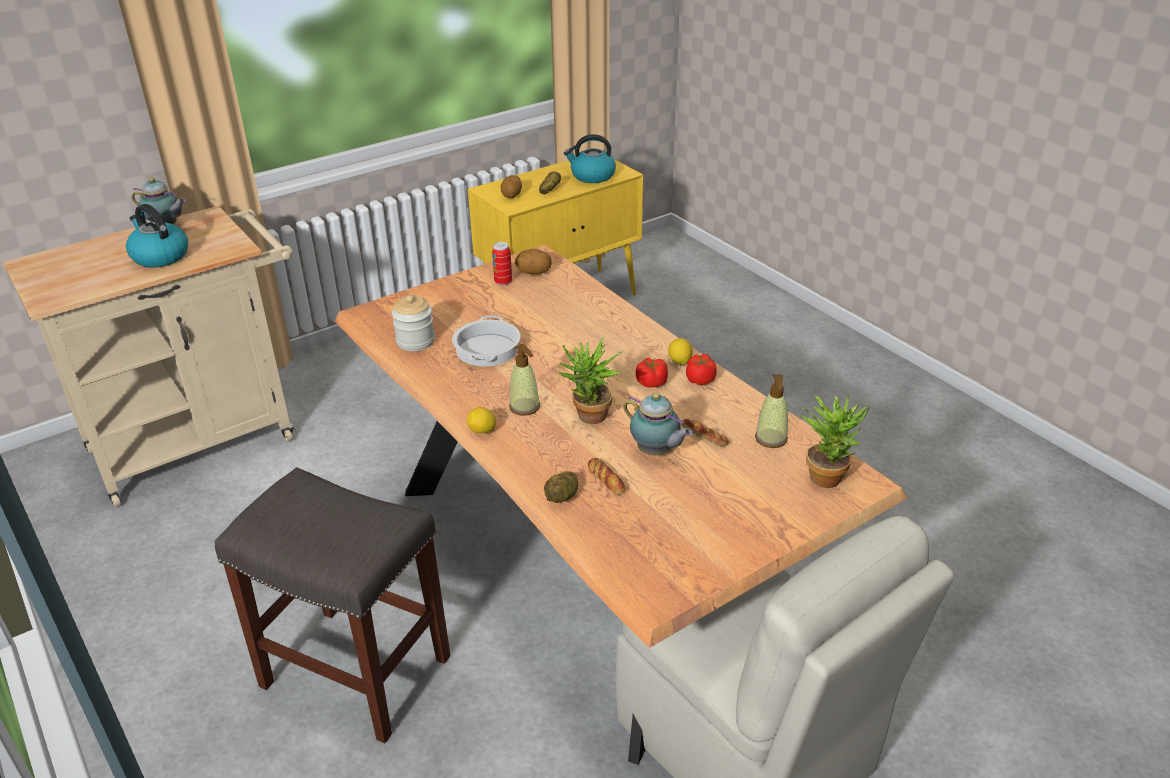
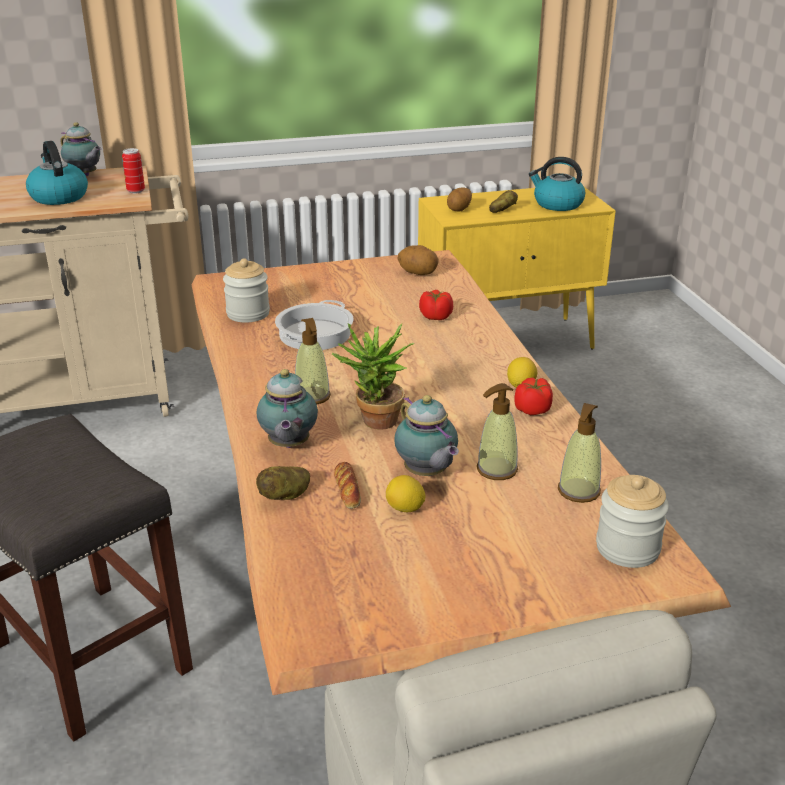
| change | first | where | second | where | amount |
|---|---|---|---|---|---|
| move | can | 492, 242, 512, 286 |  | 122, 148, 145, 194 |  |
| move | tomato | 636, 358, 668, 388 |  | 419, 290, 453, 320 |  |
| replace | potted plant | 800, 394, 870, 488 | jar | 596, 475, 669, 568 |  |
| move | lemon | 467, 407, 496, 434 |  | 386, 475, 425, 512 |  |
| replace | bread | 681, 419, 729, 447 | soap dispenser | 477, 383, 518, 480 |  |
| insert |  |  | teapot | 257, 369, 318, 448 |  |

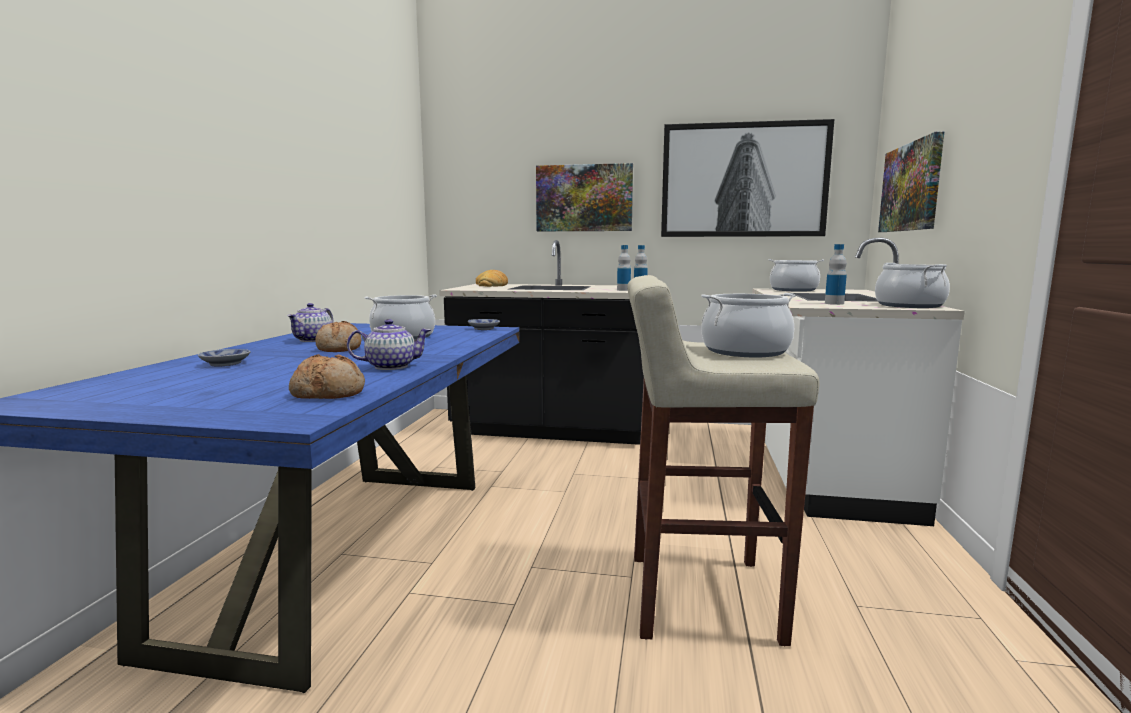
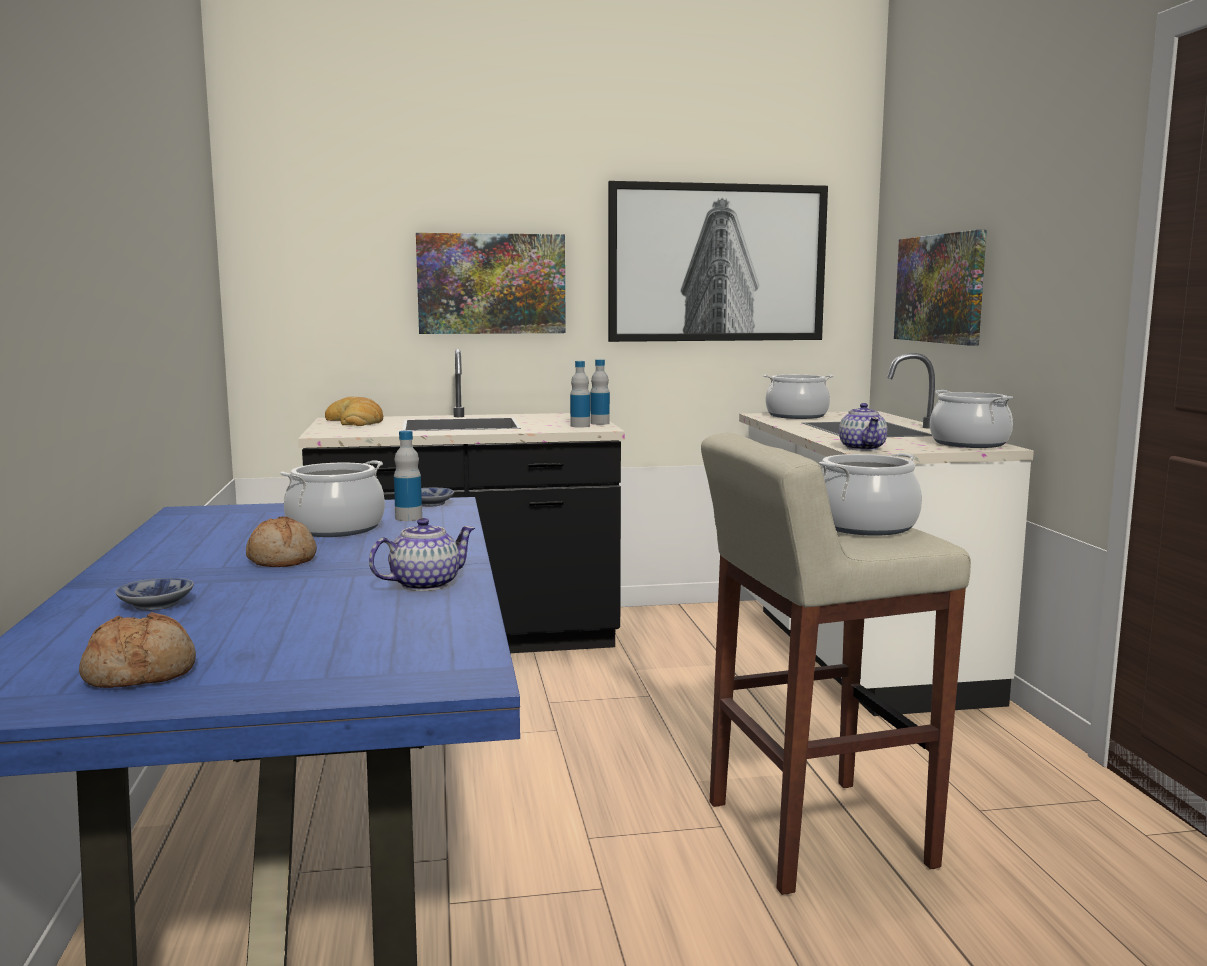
| change | first | where | second | where | amount |
|---|---|---|---|---|---|
| move | bottle | 825, 244, 847, 305 |  | 394, 431, 422, 521 |  |
| move | teapot | 287, 303, 333, 342 |  | 839, 403, 887, 451 |  |
| move | bread | 289, 354, 365, 399 |  | 79, 612, 196, 688 |  |

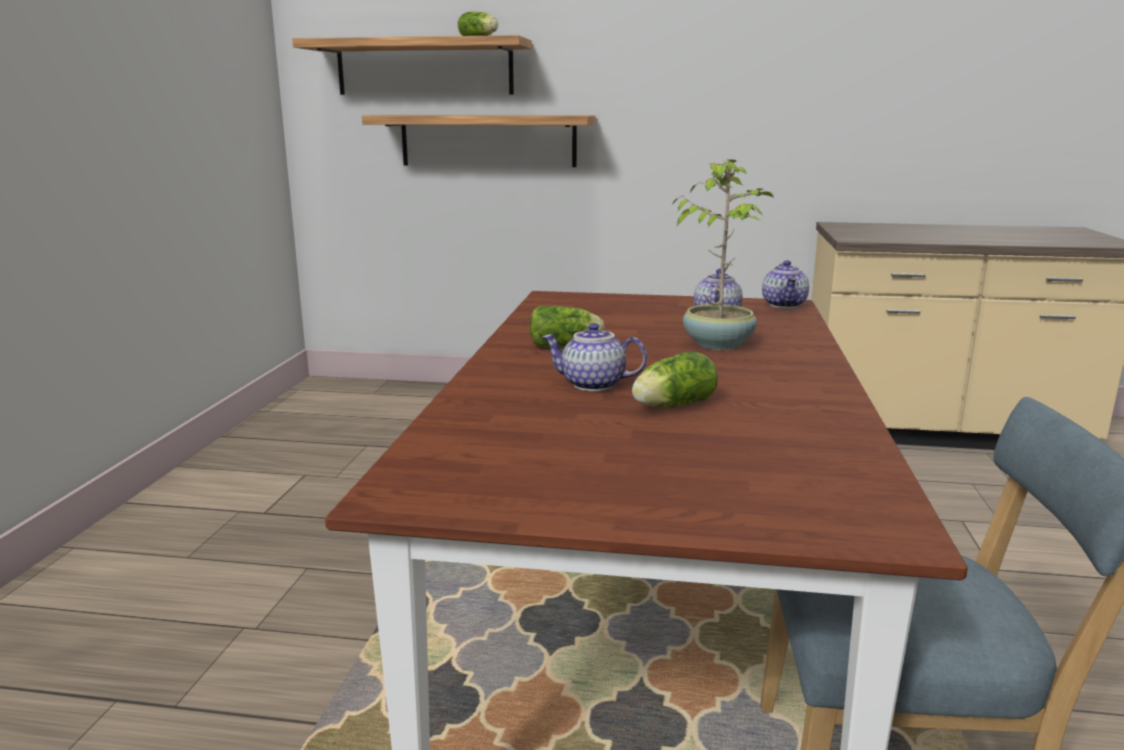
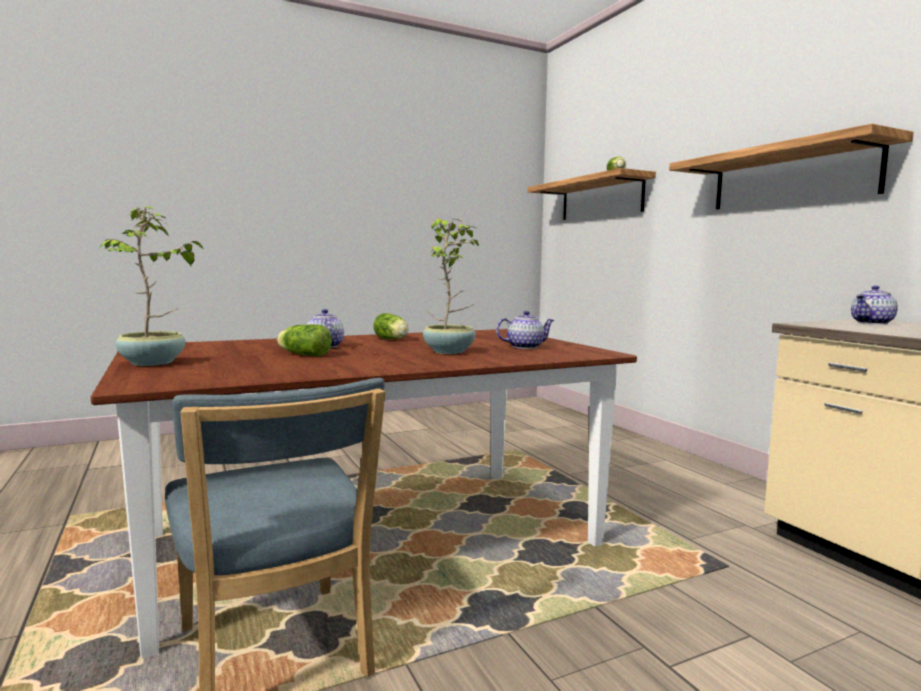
| change | first | where | second | where | amount |
|---|---|---|---|---|---|
| move | shelf | 362, 115, 596, 167 |  | 669, 124, 914, 209 |  |
| move | teapot | 762, 260, 809, 308 |  | 851, 286, 898, 325 |  |
| insert |  |  | potted plant | 100, 206, 203, 366 |  |

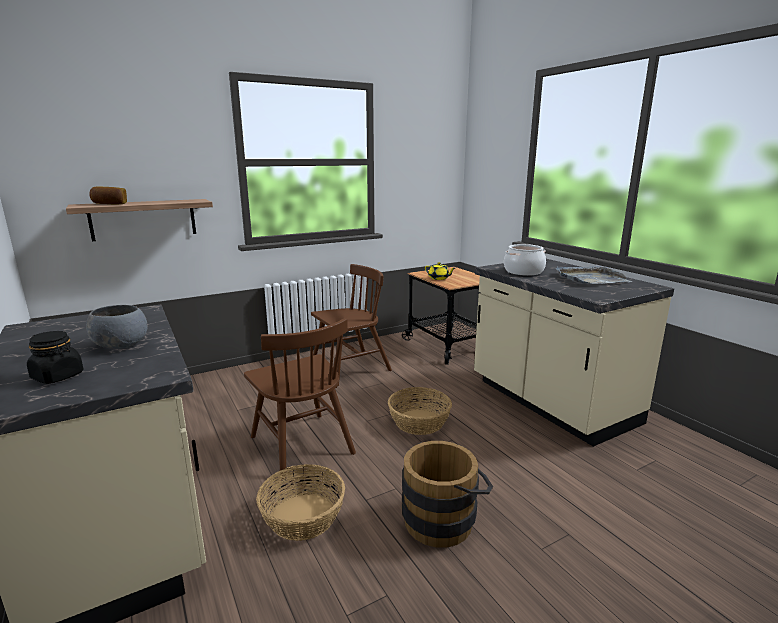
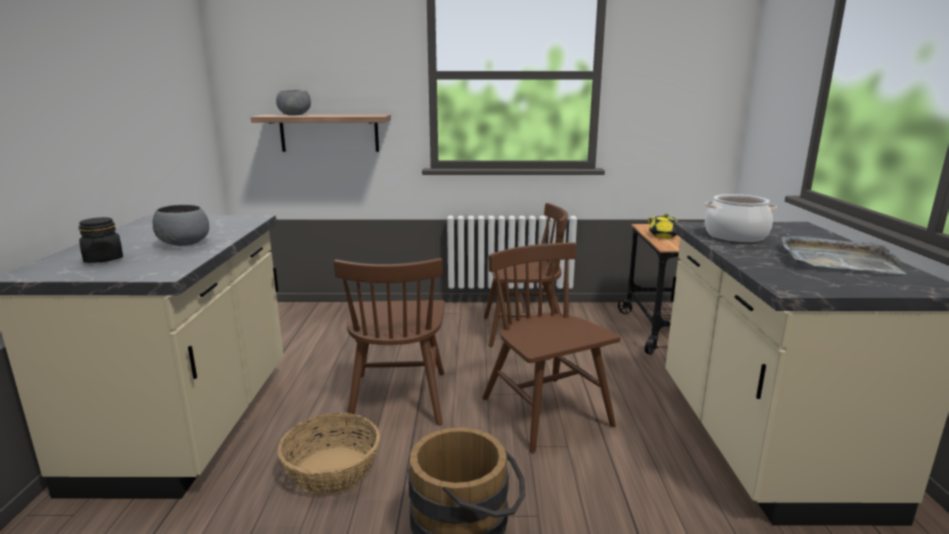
| change | first | where | second | where | amount |
|---|---|---|---|---|---|
| replace | bread | 89, 186, 127, 204 | bowl/grey | 276, 90, 311, 115 |  |
| replace | basket | 388, 387, 452, 435 | chair/brown | 482, 243, 621, 453 |  |

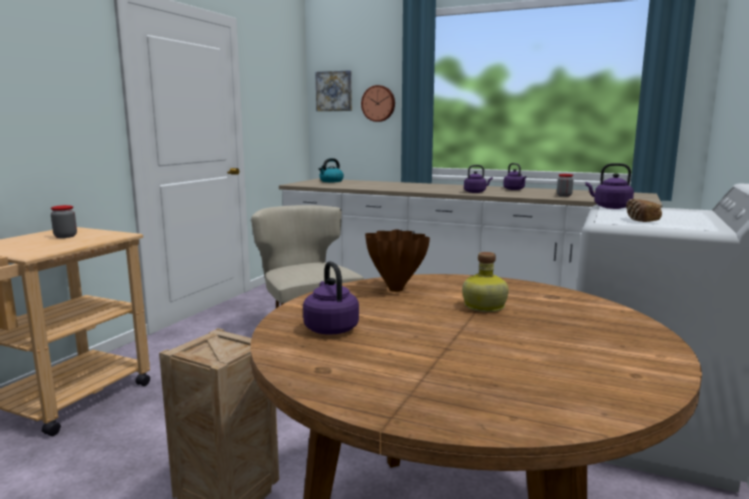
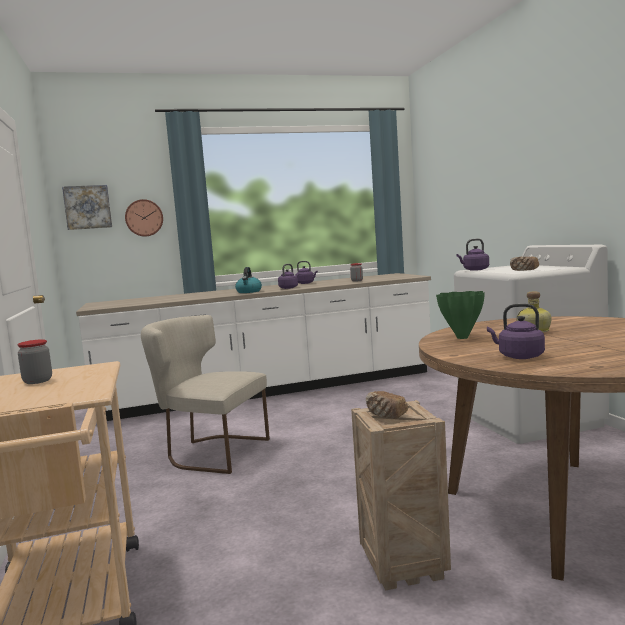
| change | first | where | second | where | amount |
|---|---|---|---|---|---|
| move | kettle | 319, 158, 344, 182 |  | 235, 267, 262, 293 |  |
| recolor | vase/brown | 365, 229, 430, 292 | vase/green | 436, 291, 485, 339 |  |
| insert |  |  | bread | 366, 391, 408, 419 |  |

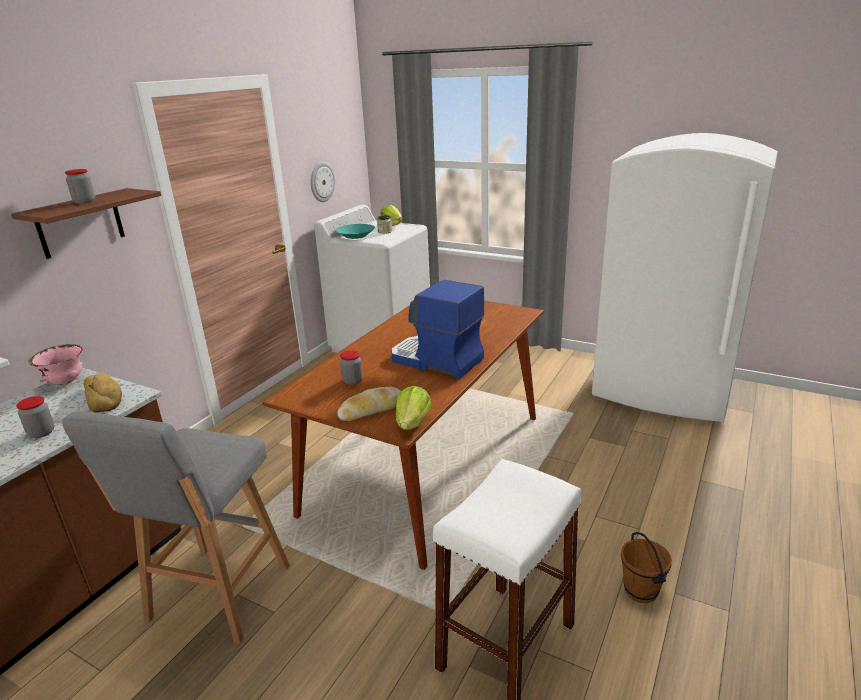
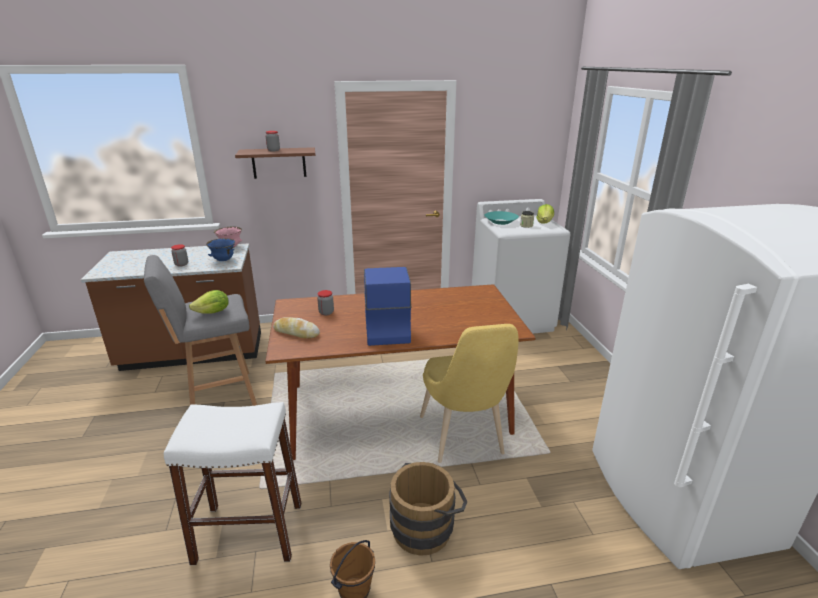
| change | first | where | second | where | amount |
|---|---|---|---|---|---|
| delete | wall clock | 311, 162, 335, 202 |  |  |  |
| replace | bread | 84, 372, 122, 413 | bowl/blue | 206, 238, 235, 261 |  |
| move | lettuce | 396, 386, 431, 430 |  | 189, 290, 229, 314 |  |
| insert |  |  | chair/yellow | 420, 324, 519, 463 |  |
| insert |  |  | bucket/brown | 389, 462, 467, 556 |  |

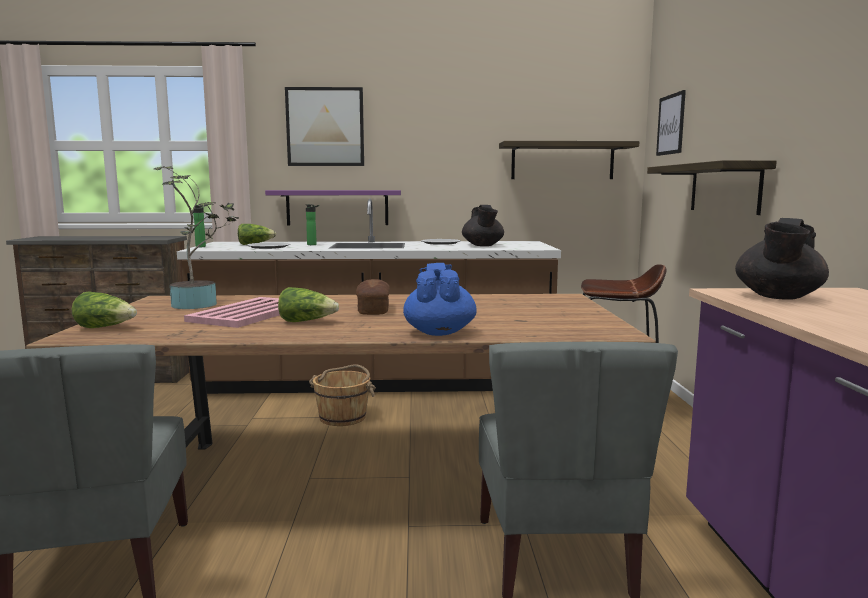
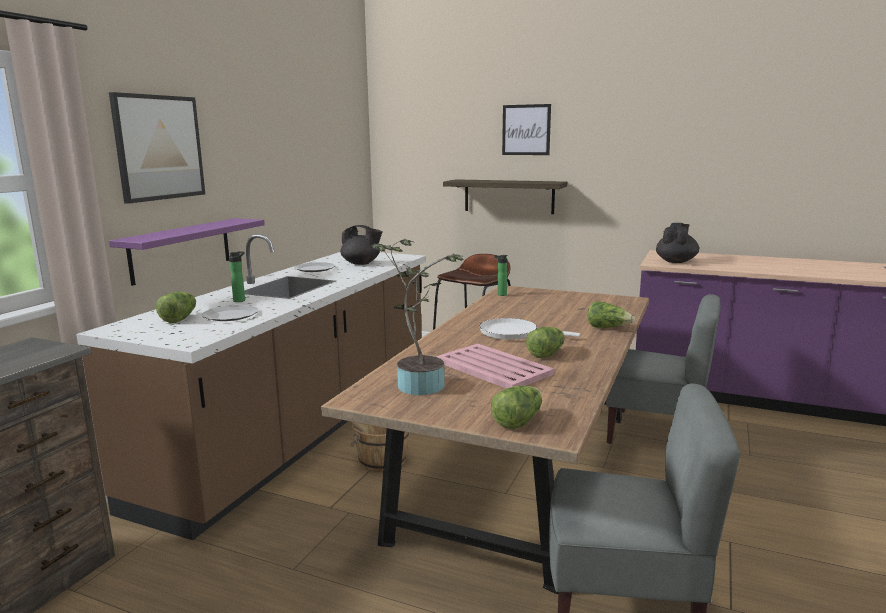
| change | first | where | second | where | amount |
|---|---|---|---|---|---|
| move | picture | 656, 90, 686, 156 |  | 502, 104, 551, 155 |  |
| delete | shelf | 499, 141, 639, 179 |  |  |  |
| move | bottle | 193, 205, 206, 247 |  | 494, 255, 508, 296 |  |
| rotate | teapot/black | 735, 218, 829, 300 |  | 656, 223, 699, 263 | 120 degrees counterclockwise |
| replace | teapot/blue | 403, 263, 477, 336 | lettuce | 588, 301, 635, 328 |  |
| replace | bread | 356, 279, 390, 315 | frying pan/white | 479, 318, 580, 340 |  |

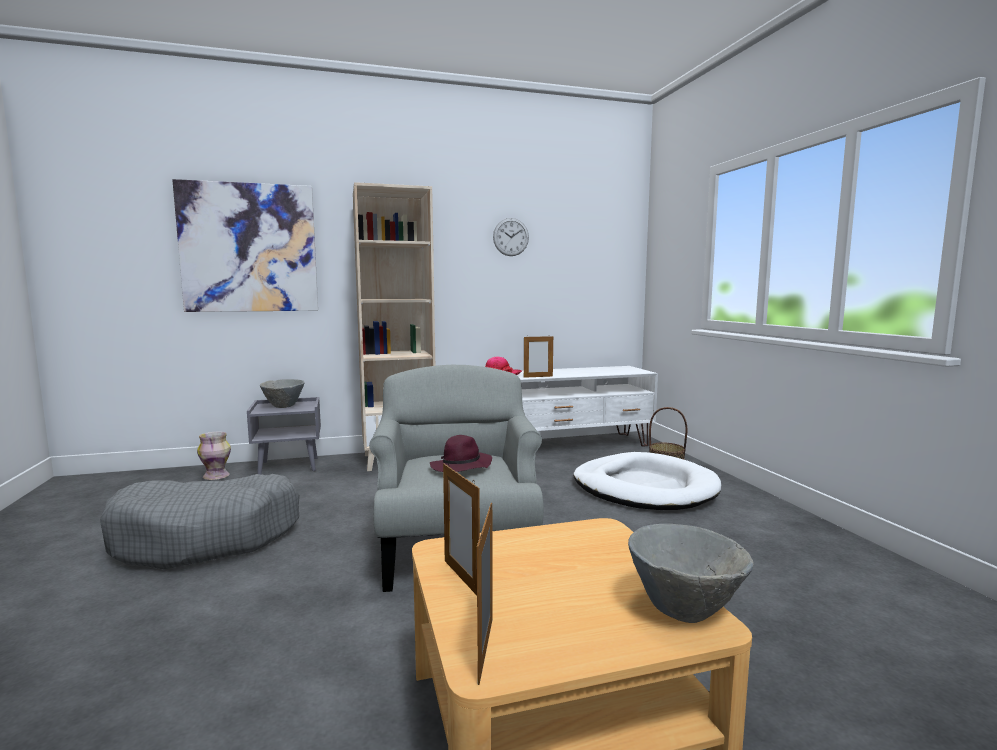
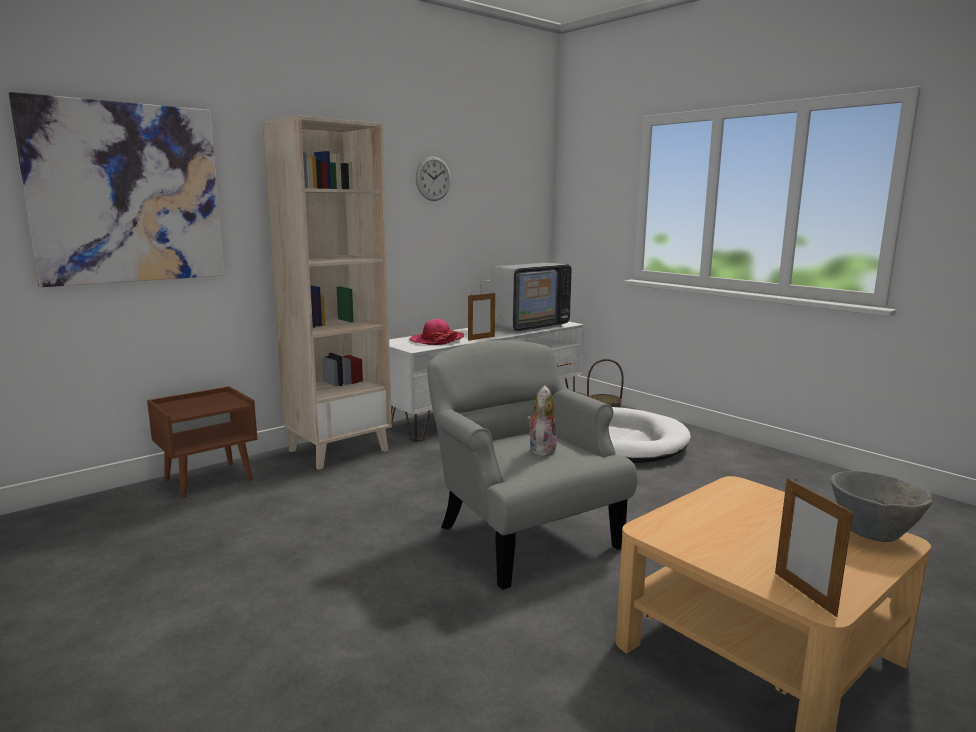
| change | first | where | second | where | amount |
|---|---|---|---|---|---|
| delete | bowl/grey | 259, 379, 305, 408 |  |  |  |
| recolor | nightstand/grey | 247, 397, 321, 475 | nightstand/brown | 147, 386, 257, 498 |  |
| delete | vase | 197, 432, 231, 480 |  |  |  |
| replace | hat/purple | 430, 435, 492, 472 | plush toy | 527, 385, 557, 457 |  |
| delete | picture frame | 443, 463, 480, 595 |  |  |  |
| delete | dog bed/grey | 100, 474, 300, 569 |  |  |  |
| insert |  |  | television | 480, 263, 572, 333 |  |

